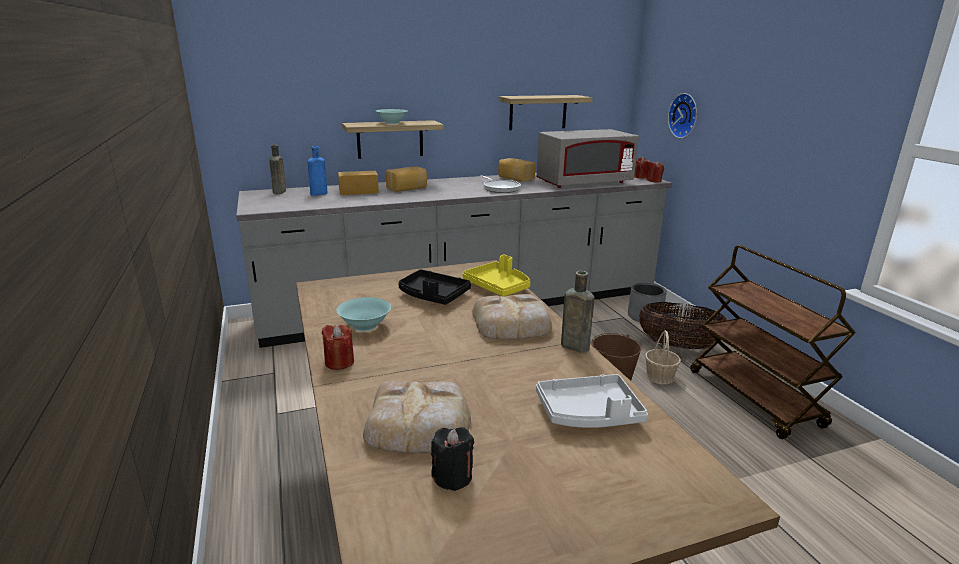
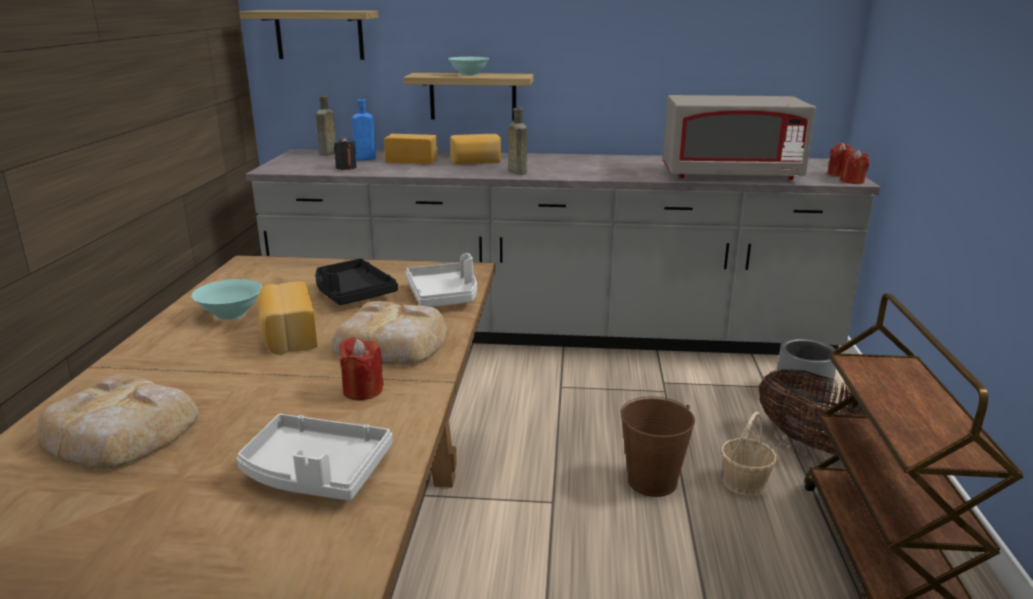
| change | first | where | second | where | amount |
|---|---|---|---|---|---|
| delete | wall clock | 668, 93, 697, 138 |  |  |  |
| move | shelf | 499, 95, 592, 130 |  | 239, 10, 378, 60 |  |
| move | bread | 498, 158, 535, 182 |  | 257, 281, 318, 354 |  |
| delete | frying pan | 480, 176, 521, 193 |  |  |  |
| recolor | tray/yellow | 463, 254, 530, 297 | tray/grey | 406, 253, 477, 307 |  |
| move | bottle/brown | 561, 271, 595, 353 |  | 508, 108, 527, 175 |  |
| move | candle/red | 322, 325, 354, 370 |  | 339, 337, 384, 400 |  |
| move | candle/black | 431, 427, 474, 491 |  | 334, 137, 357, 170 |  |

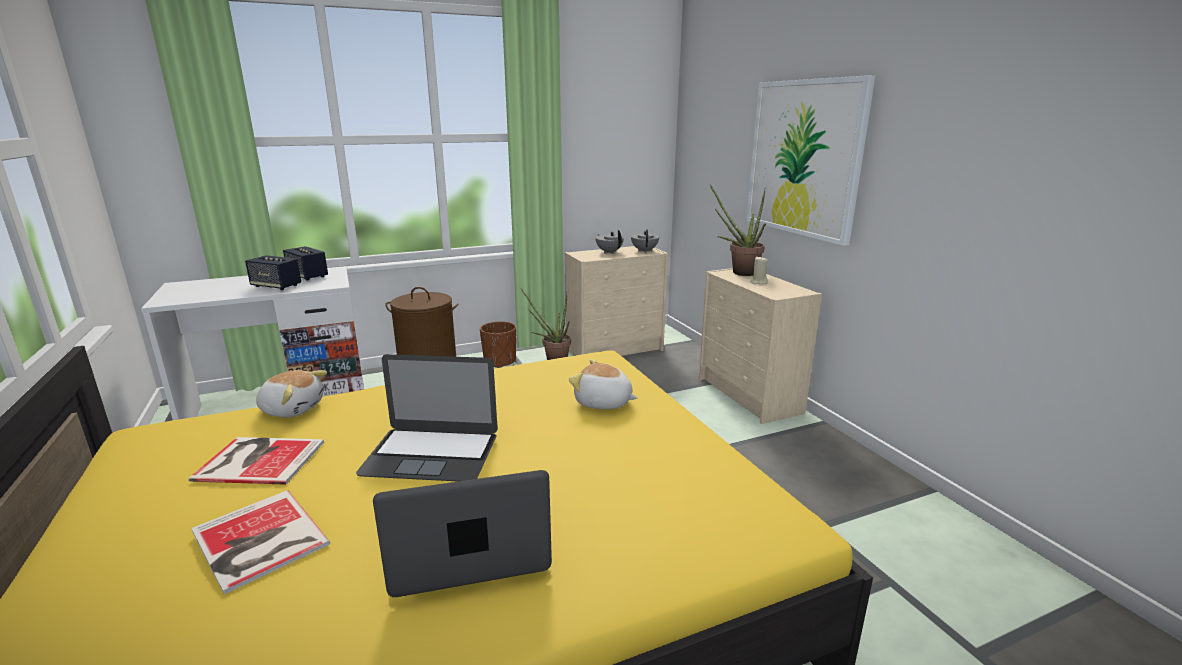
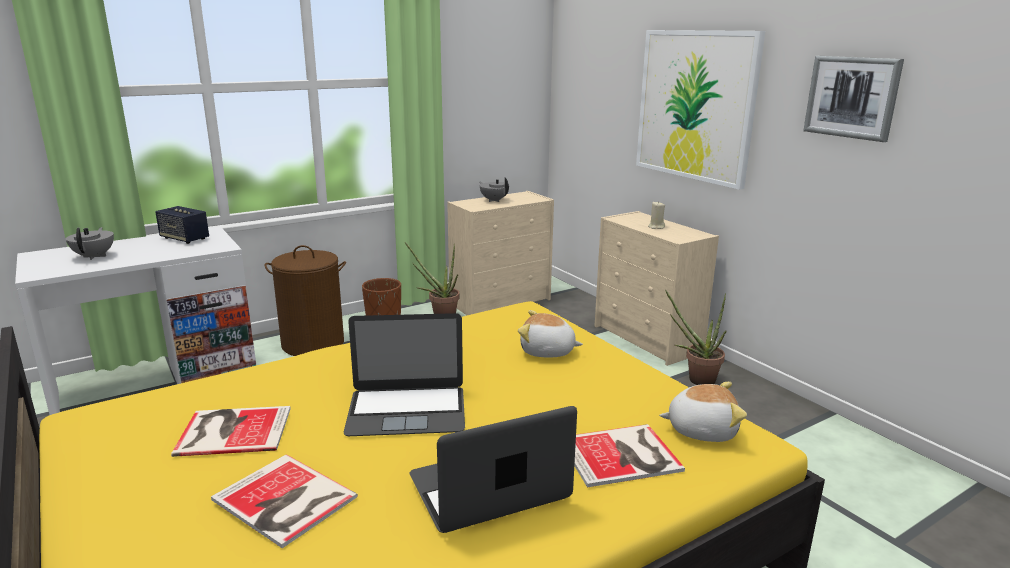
| change | first | where | second | where | amount |
|---|---|---|---|---|---|
| move | potted plant | 710, 184, 766, 276 |  | 665, 290, 727, 385 |  |
| move | teapot/grey | 631, 229, 659, 253 |  | 66, 227, 114, 260 |  |
| delete | speaker | 245, 255, 301, 290 |  |  |  |
| move | plush toy | 256, 370, 327, 418 |  | 659, 382, 747, 442 |  |
| insert |  |  | picture | 803, 56, 904, 142 |  |
| insert |  |  | book | 574, 424, 685, 488 |  |

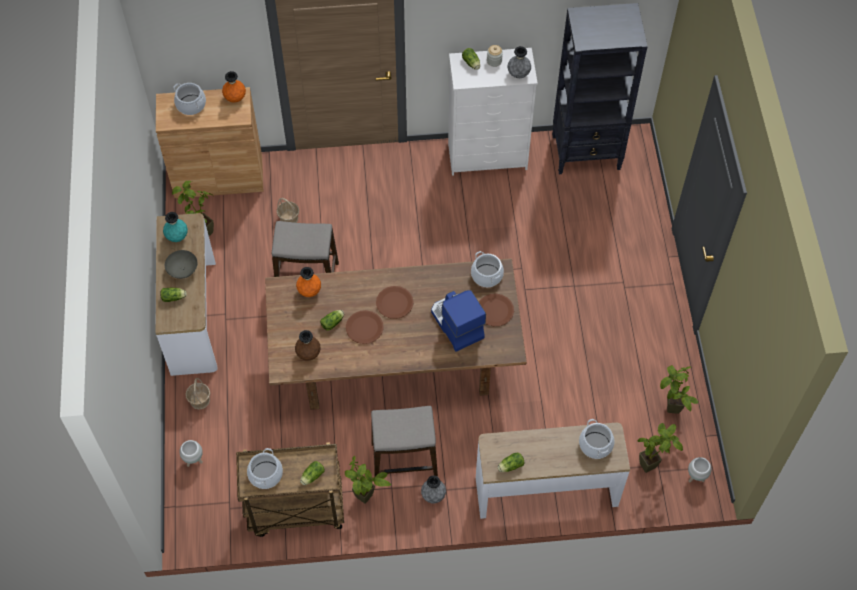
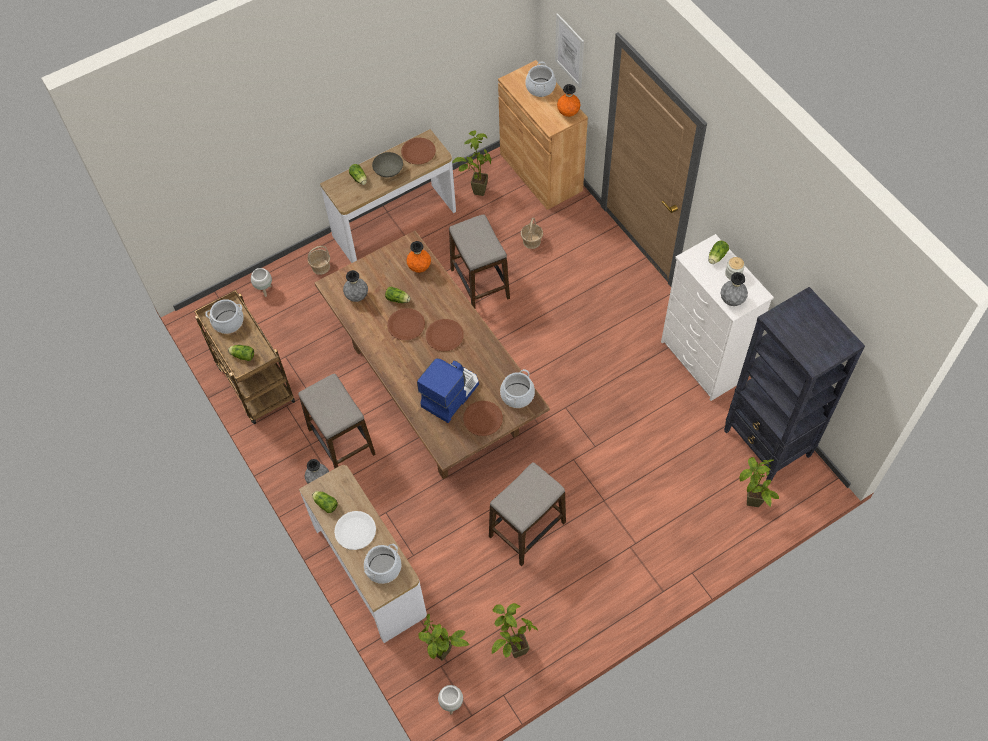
| change | first | where | second | where | amount |
|---|---|---|---|---|---|
| replace | vase/turquoise | 163, 212, 188, 242 | plate/brown | 401, 138, 436, 165 |  |
| recolor | vase/brown | 295, 330, 321, 361 | vase/grey | 343, 270, 368, 302 |  |
| move | potted plant | 345, 456, 391, 504 |  | 739, 457, 779, 507 |  |
| insert |  |  | picture | 555, 13, 584, 88 |  |
| insert |  |  | stool | 489, 462, 566, 566 |  |
| insert |  |  | plate/white | 334, 511, 376, 550 |  |

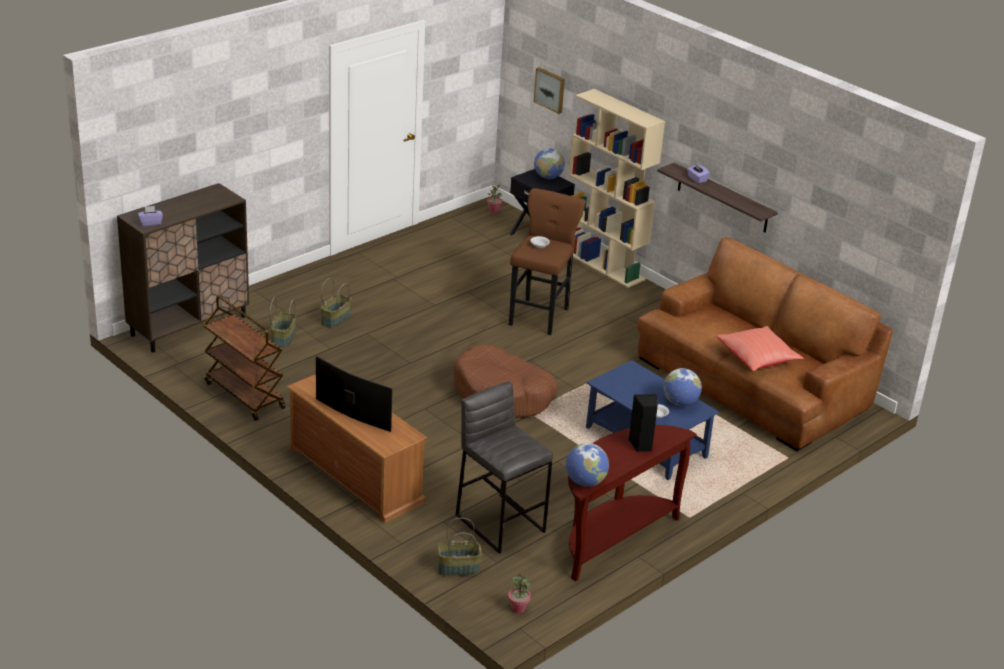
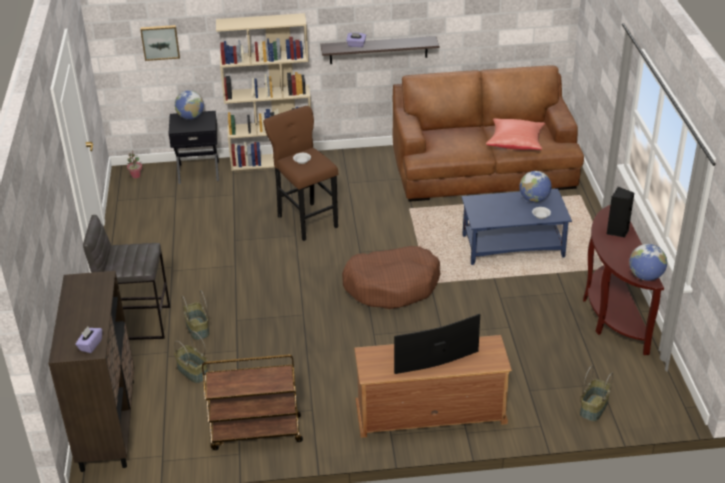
| change | first | where | second | where | amount |
|---|---|---|---|---|---|
| move | stool/grey | 456, 381, 553, 554 |  | 83, 215, 170, 340 |  |
| delete | potted plant | 508, 574, 531, 613 |  |  |  |

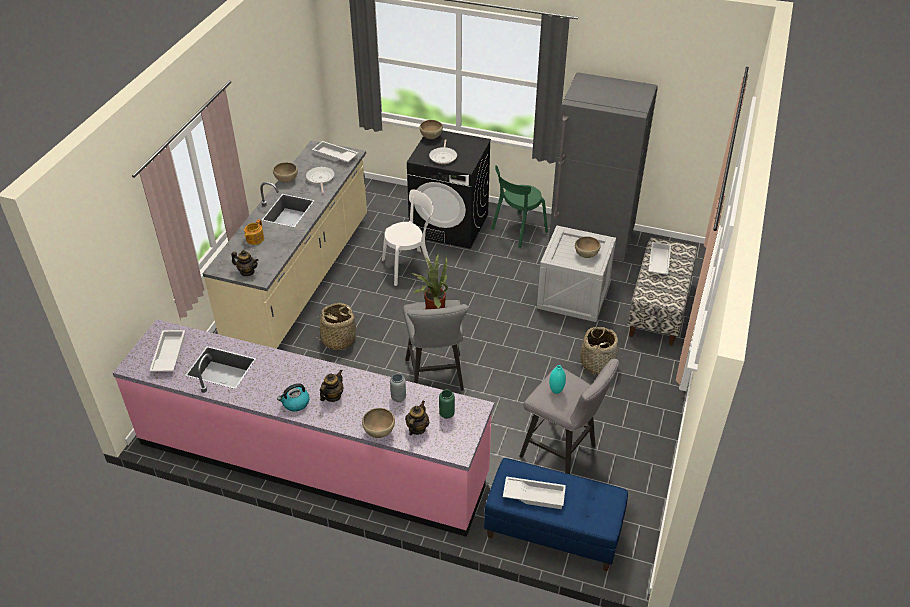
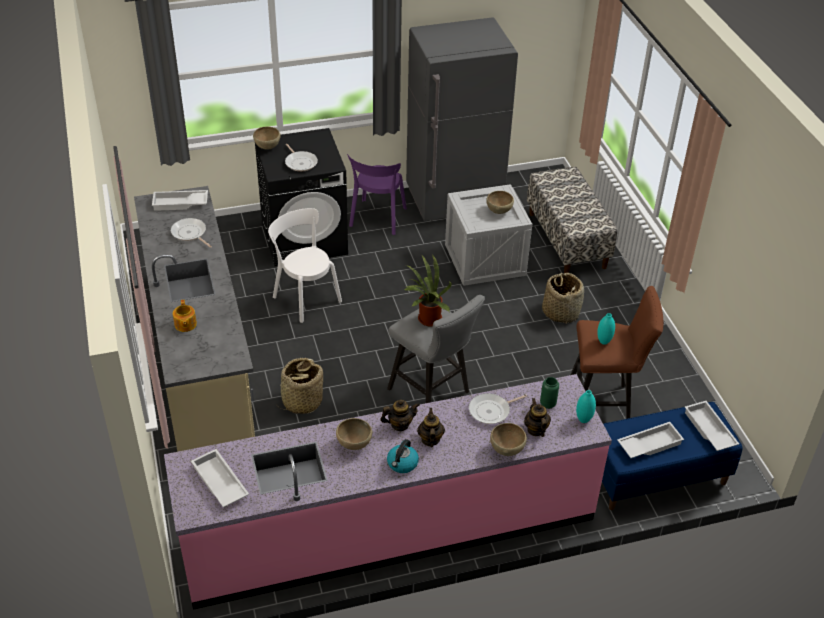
| change | first | where | second | where | amount |
|---|---|---|---|---|---|
| move | bowl/brown | 273, 162, 298, 183 |  | 336, 418, 372, 450 |  |
| recolor | chair/green | 491, 165, 548, 248 | chair/purple | 347, 154, 407, 235 |  |
| rotate | chair/white | 382, 190, 433, 286 |  | 268, 208, 342, 323 | 75 degrees counterclockwise |
| move | tray/white | 648, 242, 671, 275 |  | 685, 401, 739, 451 |  |
| move | teapot | 231, 250, 258, 276 |  | 380, 399, 420, 431 |  |
| recolor | stool/grey | 519, 359, 619, 474 | stool/brown | 570, 286, 663, 419 |  |
| replace | vase/grey | 390, 374, 406, 402 | frying pan | 469, 393, 527, 424 |  |
| insert |  |  | vase/turquoise | 576, 390, 596, 423 |  |

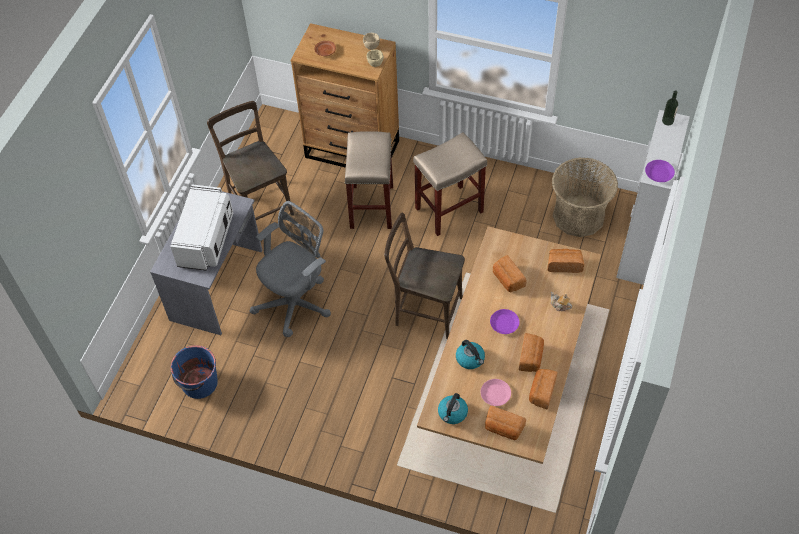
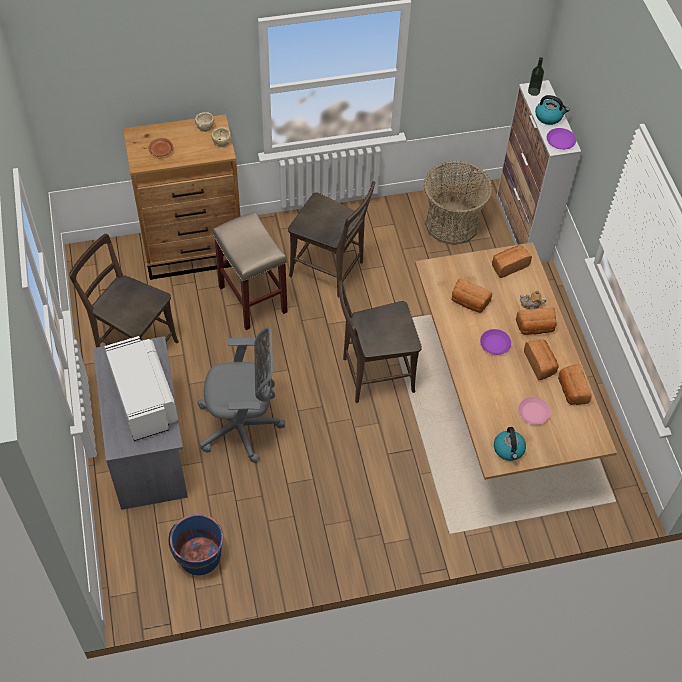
| change | first | where | second | where | amount |
|---|---|---|---|---|---|
| replace | stool/beige | 413, 132, 487, 236 | chair/brown | 288, 181, 375, 298 |  |
| rotate | office chair/grey | 250, 201, 331, 337 |  | 198, 327, 285, 463 | 75 degrees clockwise |
| move | kettle | 456, 340, 485, 369 |  | 535, 95, 569, 125 |  |
| move | bread | 485, 406, 526, 440 |  | 516, 308, 557, 335 |  |

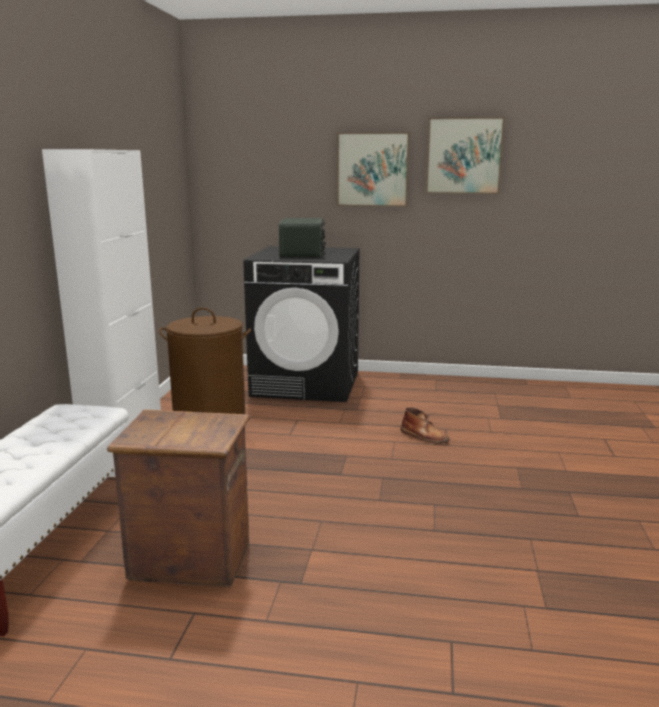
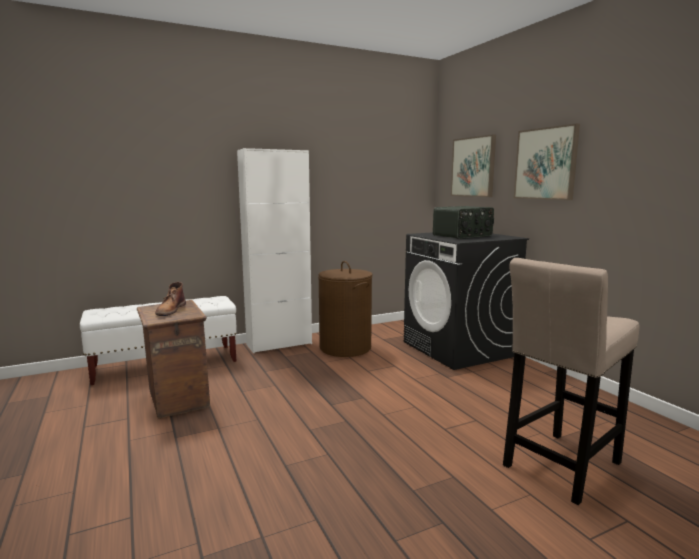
| change | first | where | second | where | amount |
|---|---|---|---|---|---|
| move | picture | 425, 117, 505, 194 |  | 451, 134, 496, 197 |  |
| move | boot/brown | 401, 407, 450, 444 |  | 155, 282, 186, 316 |  |
| insert |  |  | stool/beige | 503, 258, 639, 505 |  |

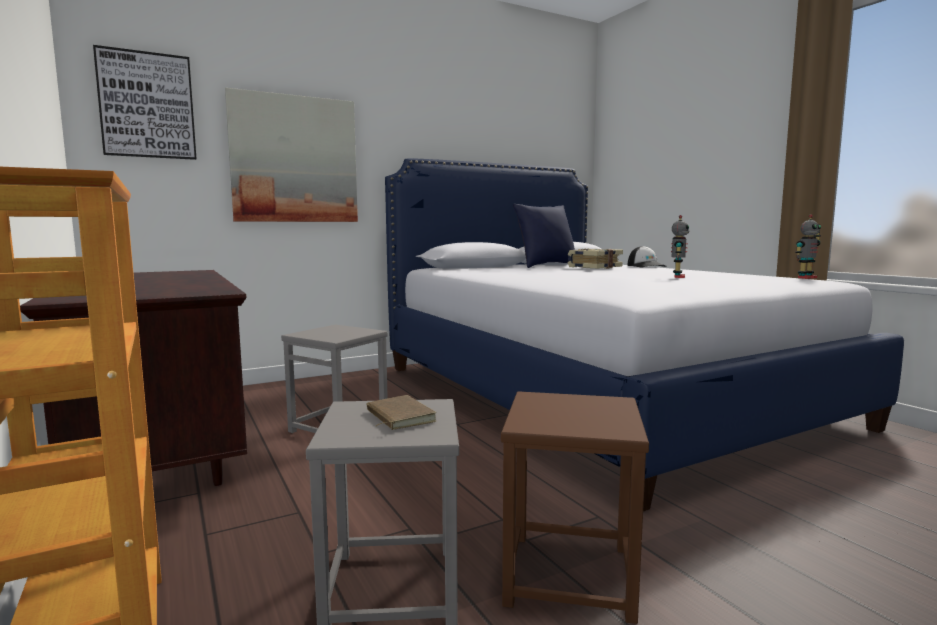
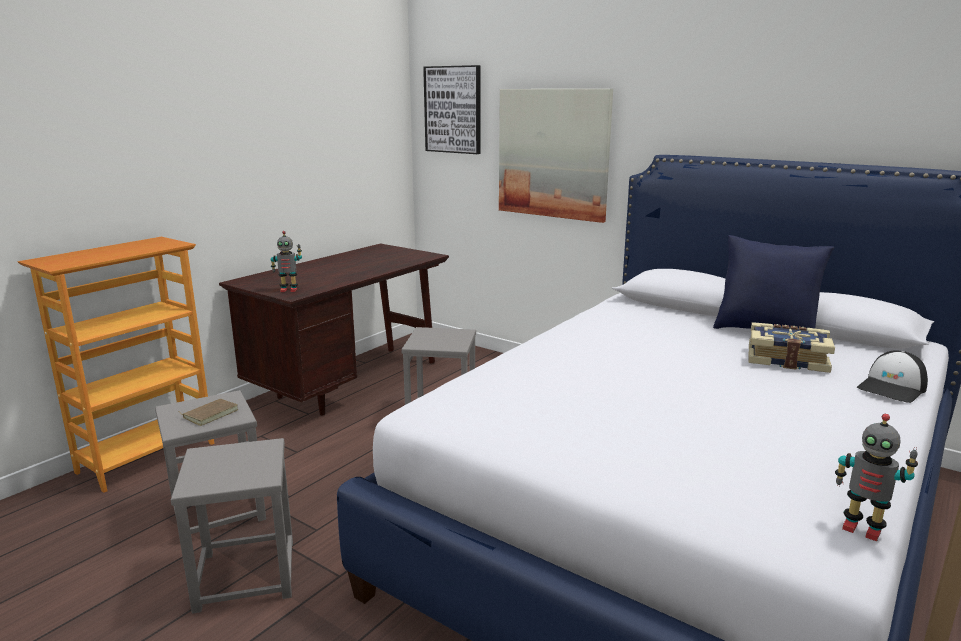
| change | first | where | second | where | amount |
|---|---|---|---|---|---|
| move | toy robot | 671, 215, 689, 278 |  | 271, 231, 302, 292 |  |
| recolor | stool/brown | 501, 391, 649, 624 | stool/grey | 171, 438, 293, 614 |  |

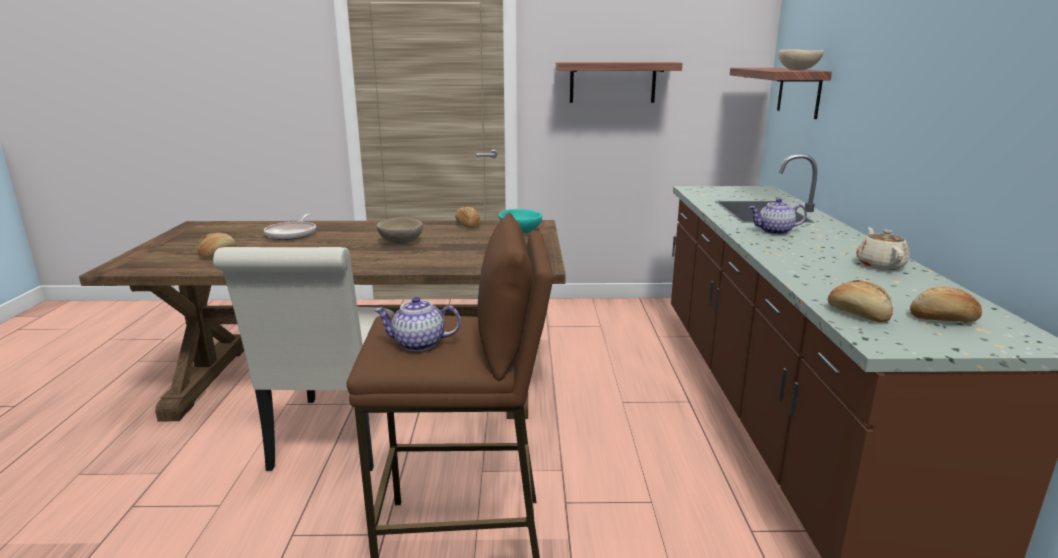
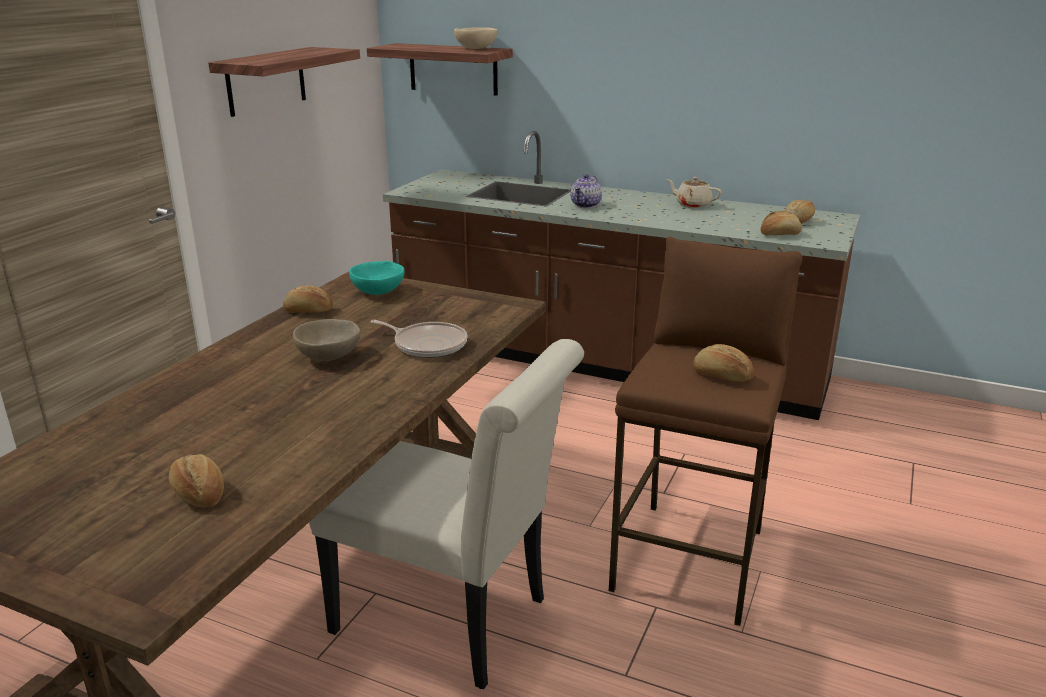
| change | first | where | second | where | amount |
|---|---|---|---|---|---|
| move | frying pan | 264, 214, 316, 240 |  | 370, 320, 467, 358 |  |
| replace | teapot | 374, 296, 461, 351 | bread | 693, 344, 754, 382 |  |

